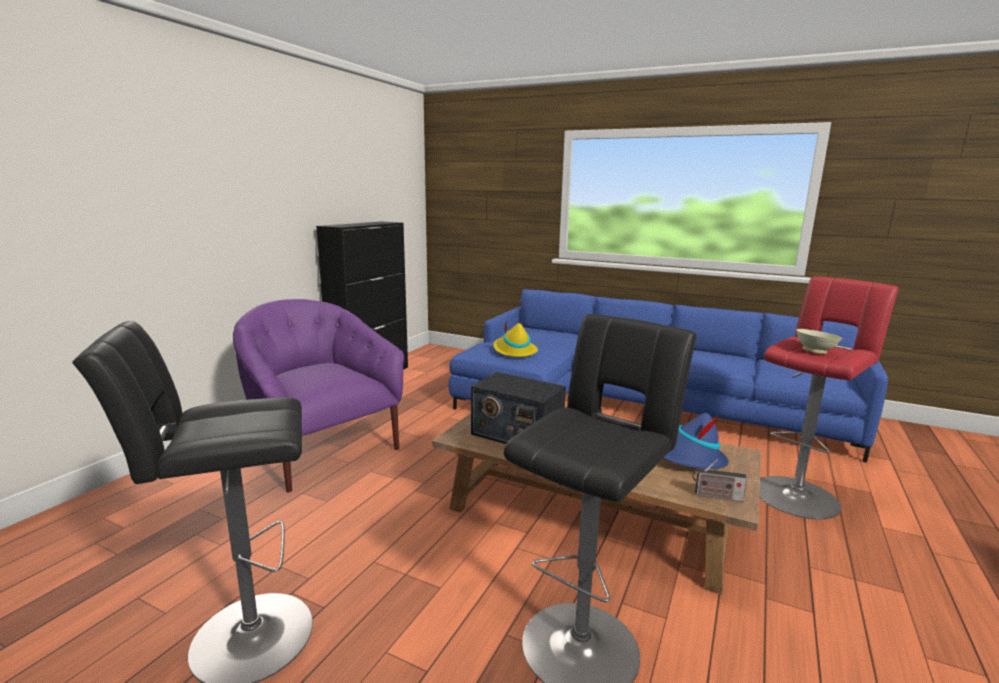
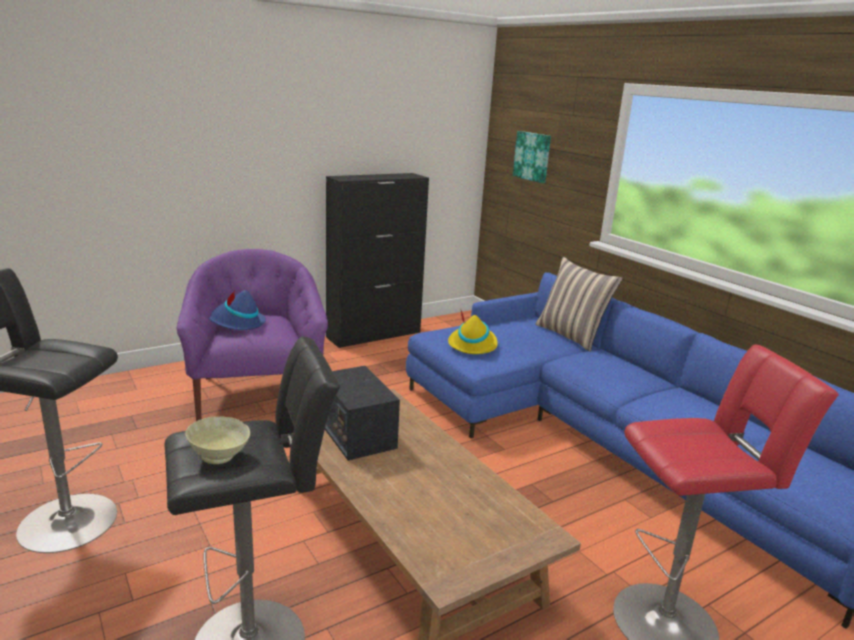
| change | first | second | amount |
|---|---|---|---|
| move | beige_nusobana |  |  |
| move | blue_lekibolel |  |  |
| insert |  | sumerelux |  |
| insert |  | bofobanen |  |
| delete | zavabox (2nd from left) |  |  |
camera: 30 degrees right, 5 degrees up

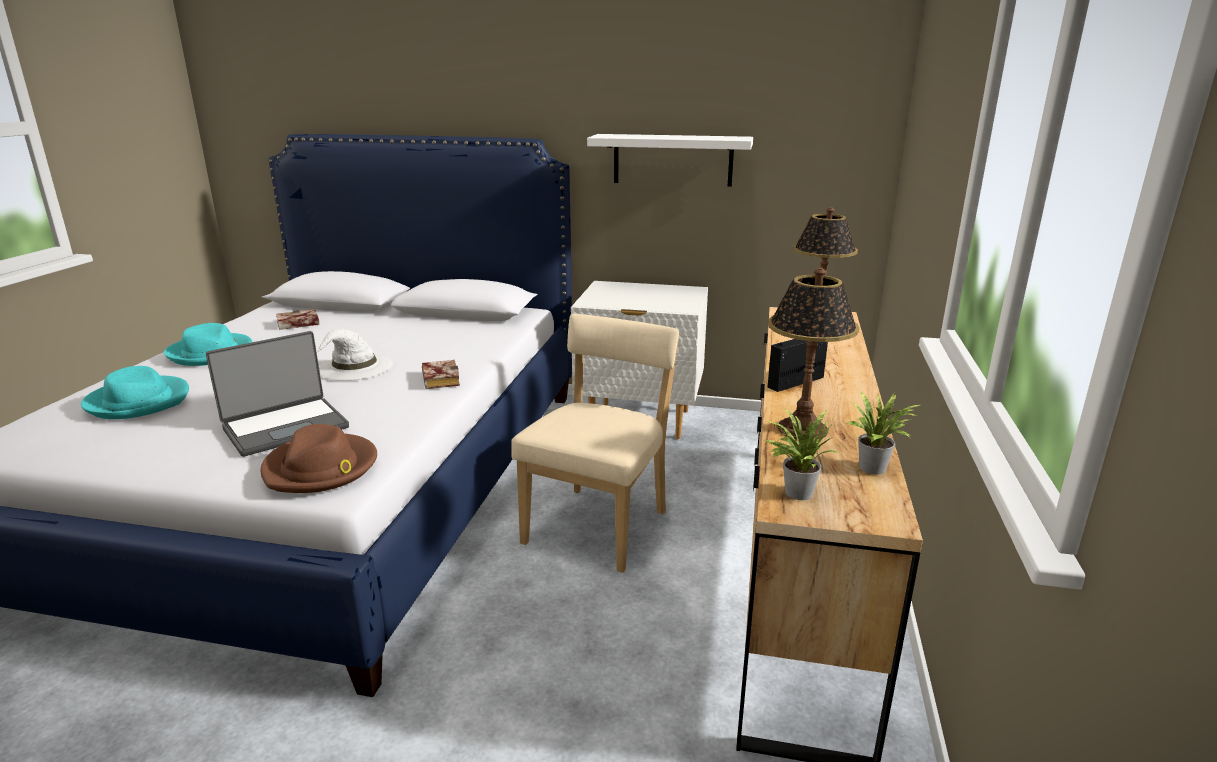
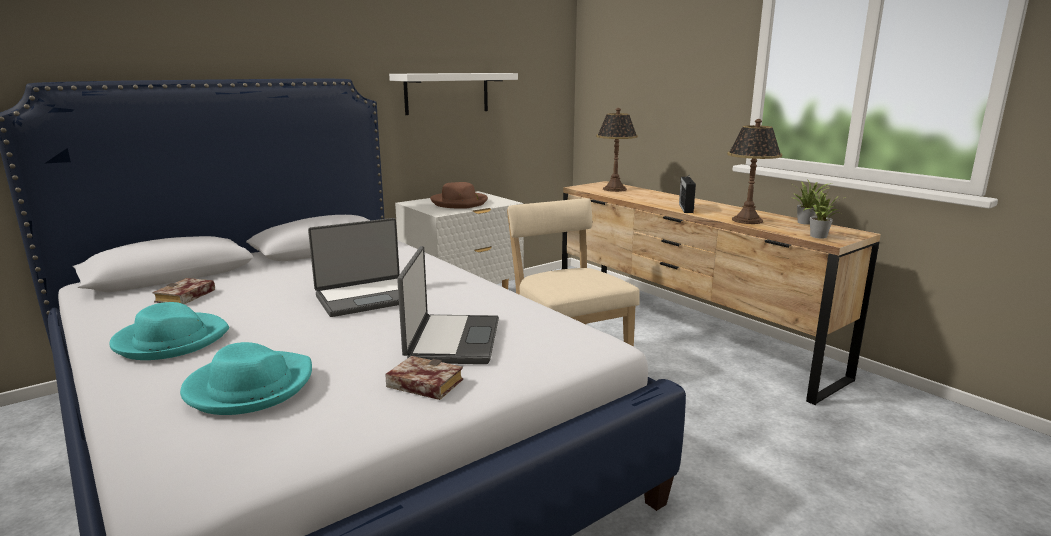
| change | first | second | amount |
|---|---|---|---|
| replace | white_lekibolel | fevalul (1st from left) |  |
| move | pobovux (2nd from left) |  |  |
| move | brown_lekibolel |  |  |
camera: 50 degrees left, 5 degrees down

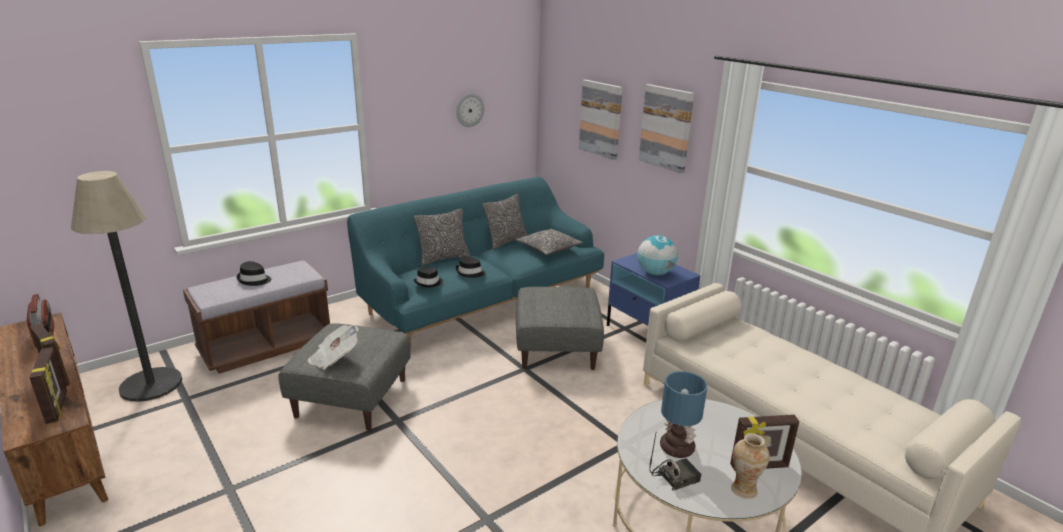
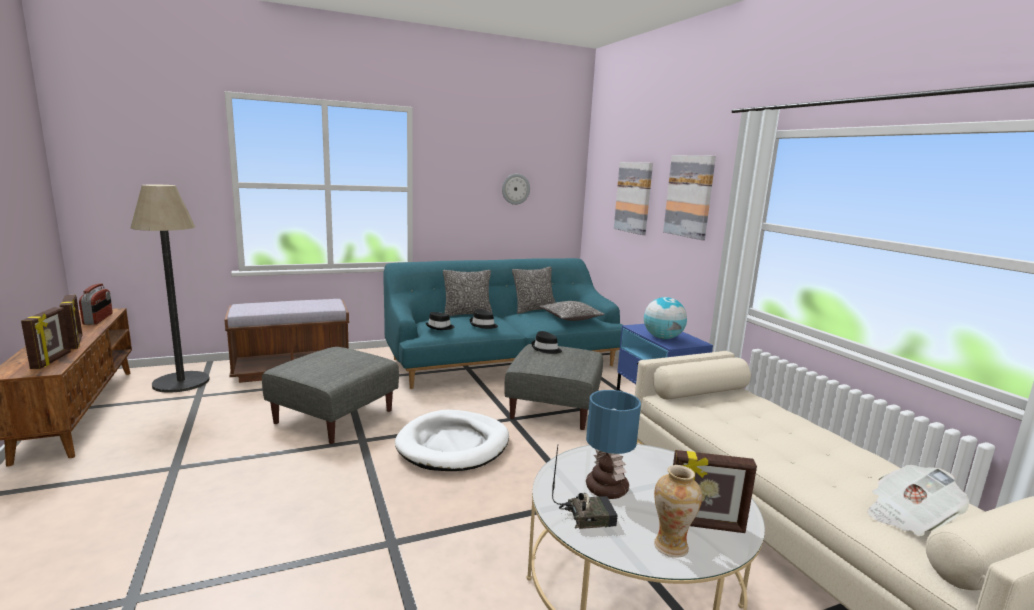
| change | first | second | amount |
|---|---|---|---|
| insert |  | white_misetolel |  |
| move | black_lekibolel (1st from left in the first image) | black_lekibolel (3rd from left) |  |
| move | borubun |  |  |
camera: 15 degrees right, 10 degrees down

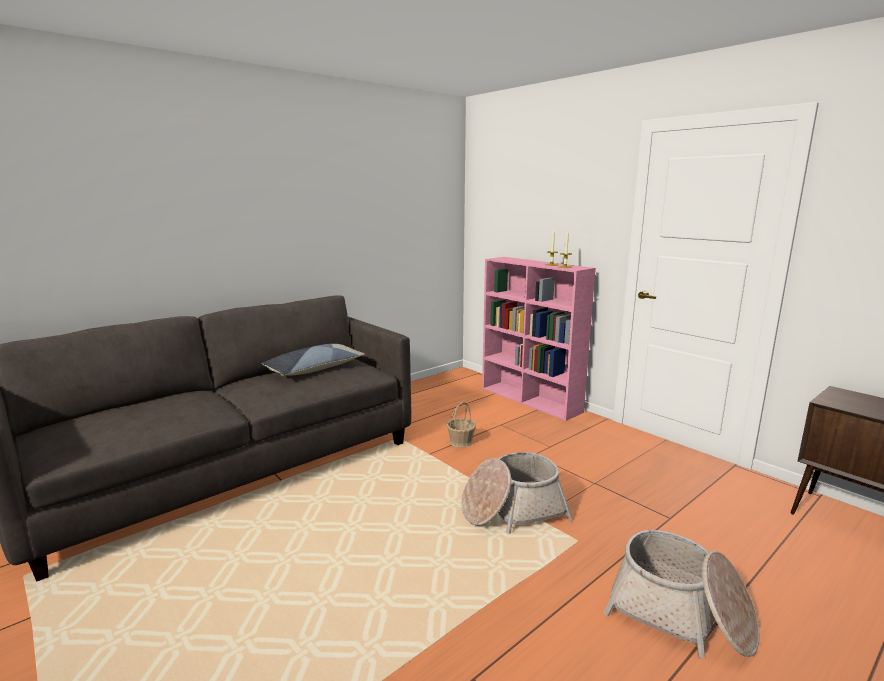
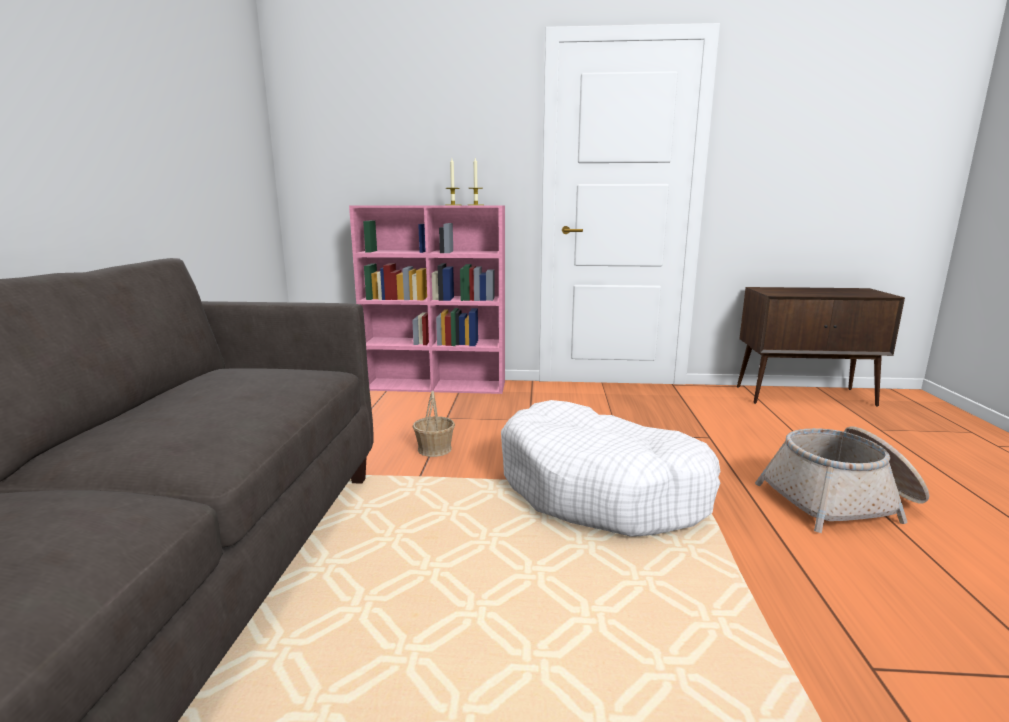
| change | first | second | amount |
|---|---|---|---|
| replace | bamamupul (2nd from left) | white_misetolel |  |
| delete | bofobanen |  |  |
camera: 45 degrees left, 0 degrees up

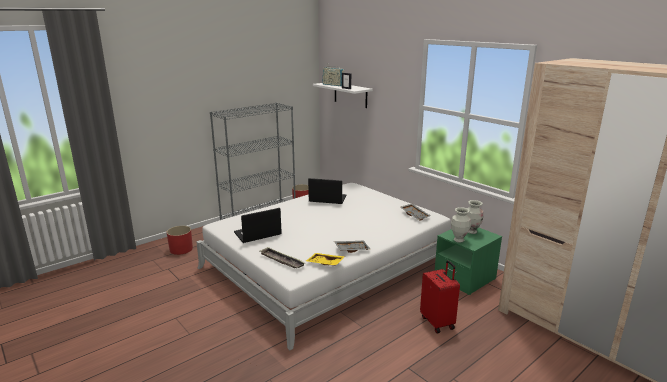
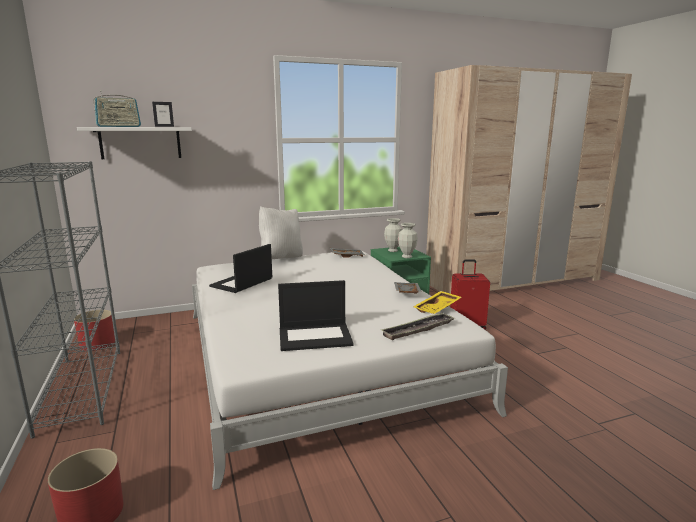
| change | first | second | amount |
|---|---|---|---|
| insert |  | white_bofobanen |  |
| rotate | fevalul (1st from left in the first image) | fevalul (2nd from left) | 90 degrees counterclockwise |
camera: 70 degrees left, 5 degrees down

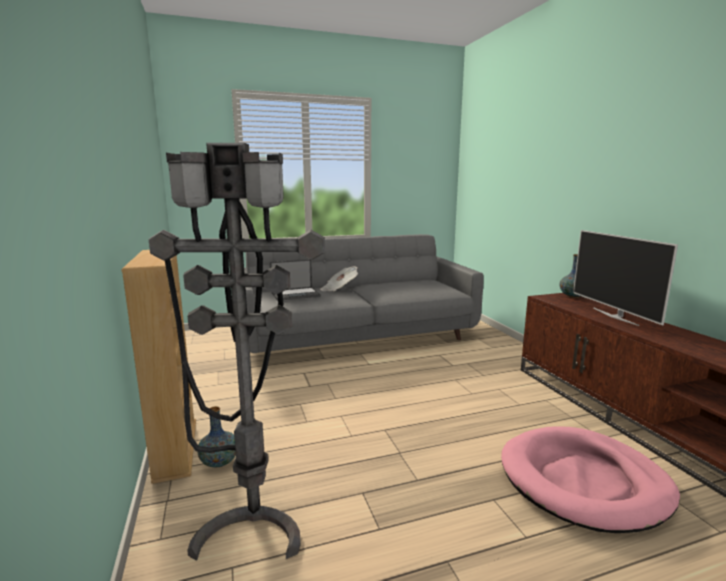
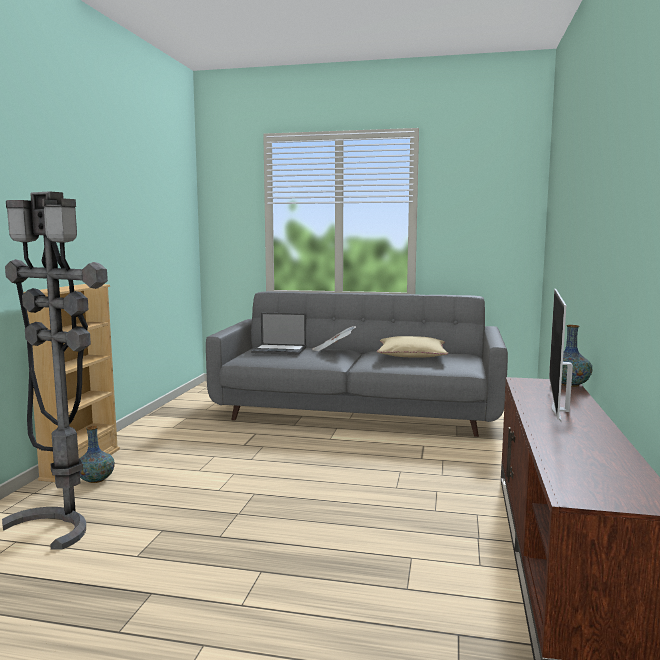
| change | first | second | amount |
|---|---|---|---|
| insert |  | beige_bofobanen |  |
| delete | pink_misetolel |  |  |
camera: 30 degrees right, 5 degrees down

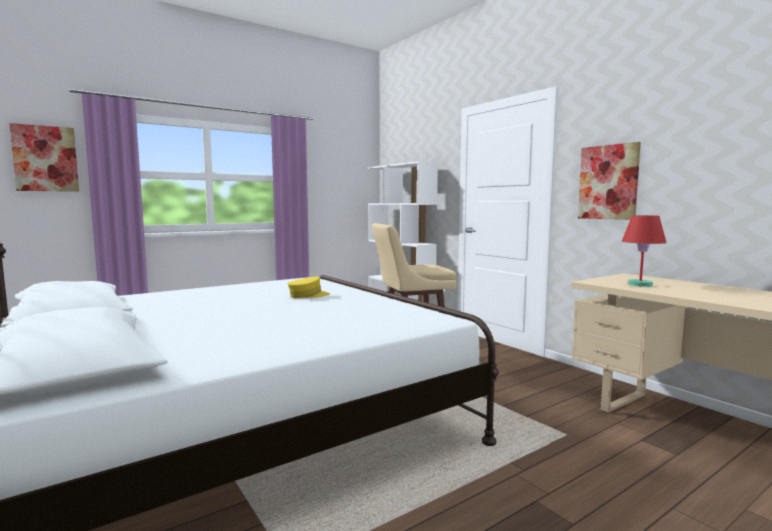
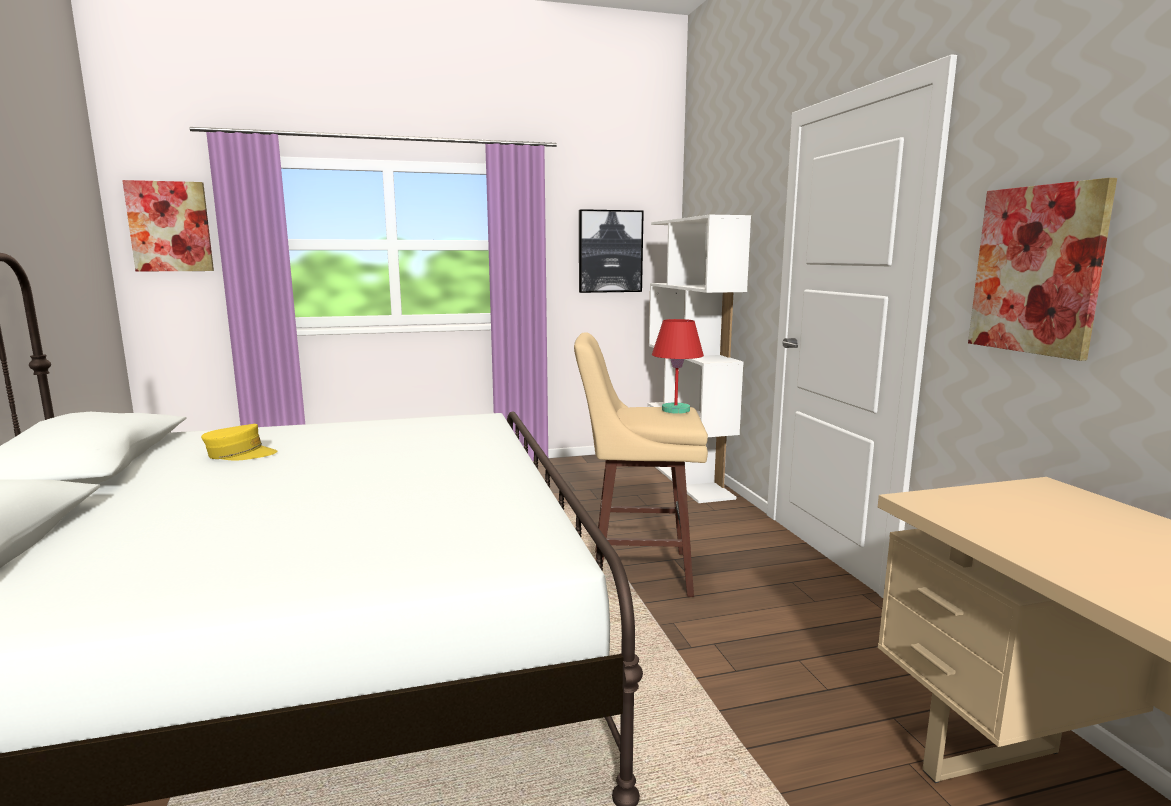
| change | first | second | amount |
|---|---|---|---|
| move | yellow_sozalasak |  |  |
| insert |  | sumerelux (2nd from left) |  |
| move | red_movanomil |  |  |
camera: 20 degrees right, 5 degrees up

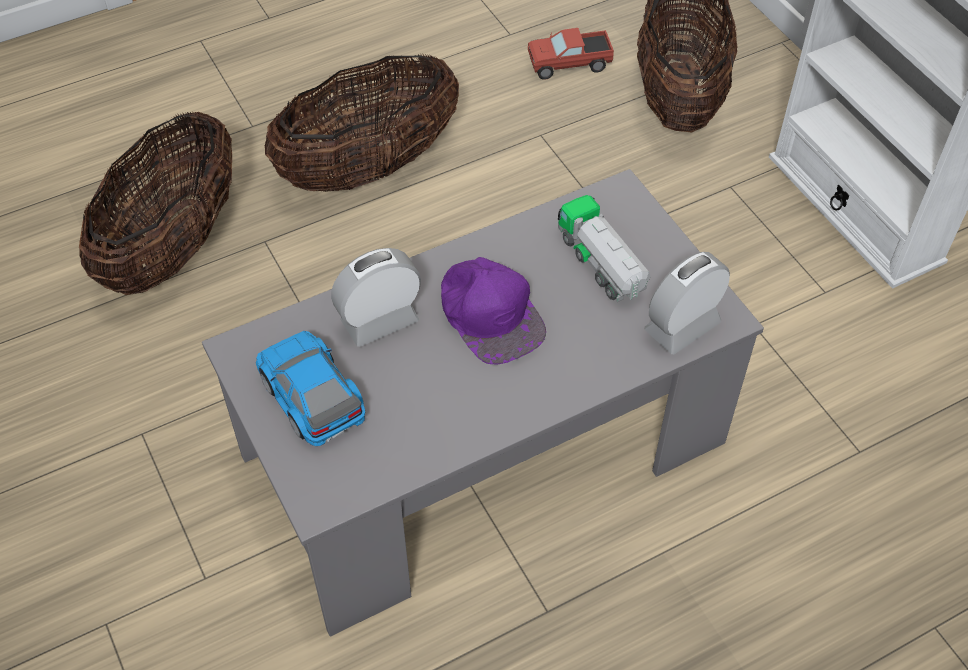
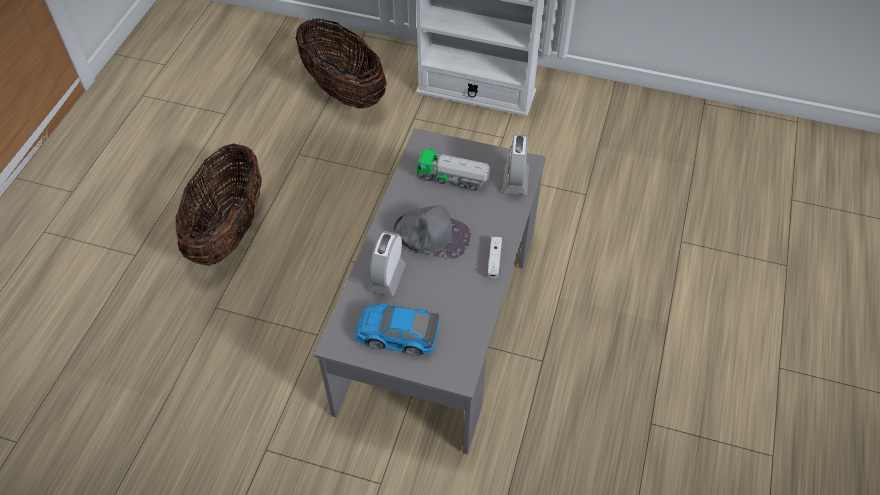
| change | first | second | amount |
|---|---|---|---|
| recolor | purple_sozalasak | grey_sozalasak |  |
| insert |  | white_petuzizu |  |
| delete | bamamupul (1st from left) |  |  |
| delete | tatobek (1st from left) |  |  |
camera: 45 degrees left, 0 degrees up

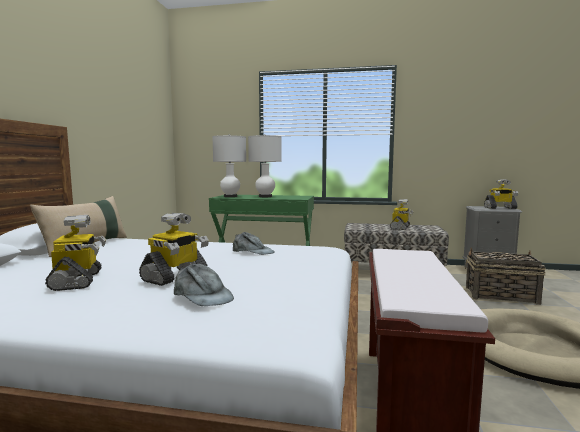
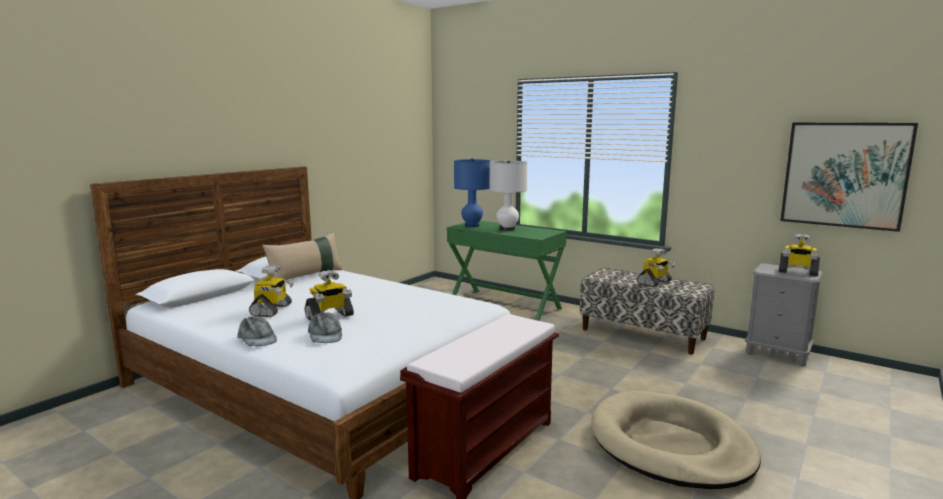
| change | first | second | amount |
|---|---|---|---|
| move | grey_sozalasak (2nd from left in the first image) | grey_sozalasak (1st from left) |  |
| recolor | white_movanomil (1st from left) | blue_movanomil |  |
| insert |  | sumerelux |  |
| delete | bamamupul |  |  |
camera: 25 degrees right, 5 degrees up

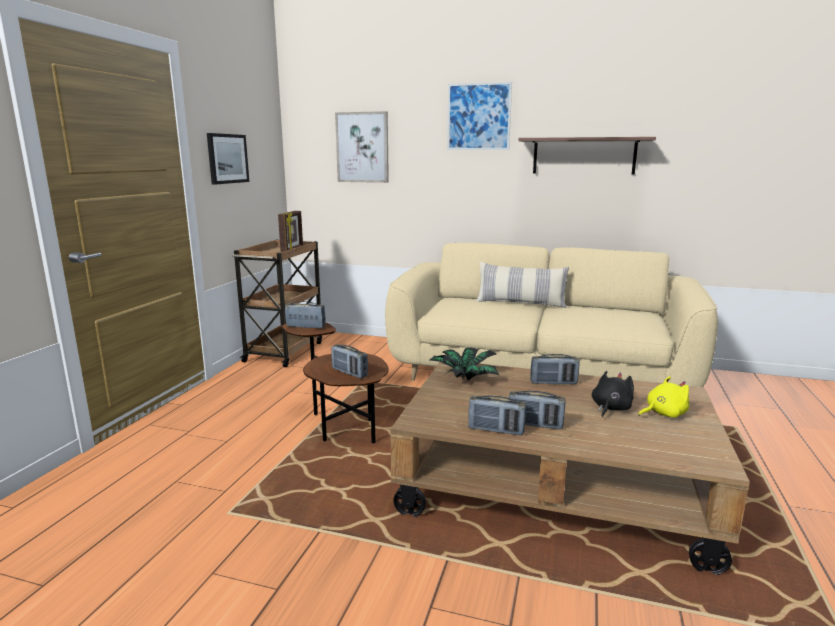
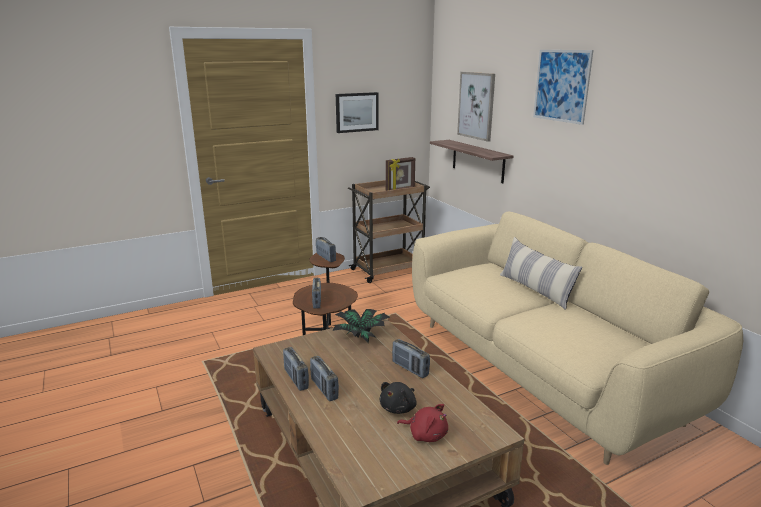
| change | first | second | amount |
|---|---|---|---|
| rotate | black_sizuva |  | 135 degrees clockwise |
| recolor | yellow_sizuva | red_sizuva |  |
| move | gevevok |  |  |
camera: 45 degrees right, 5 degrees up

